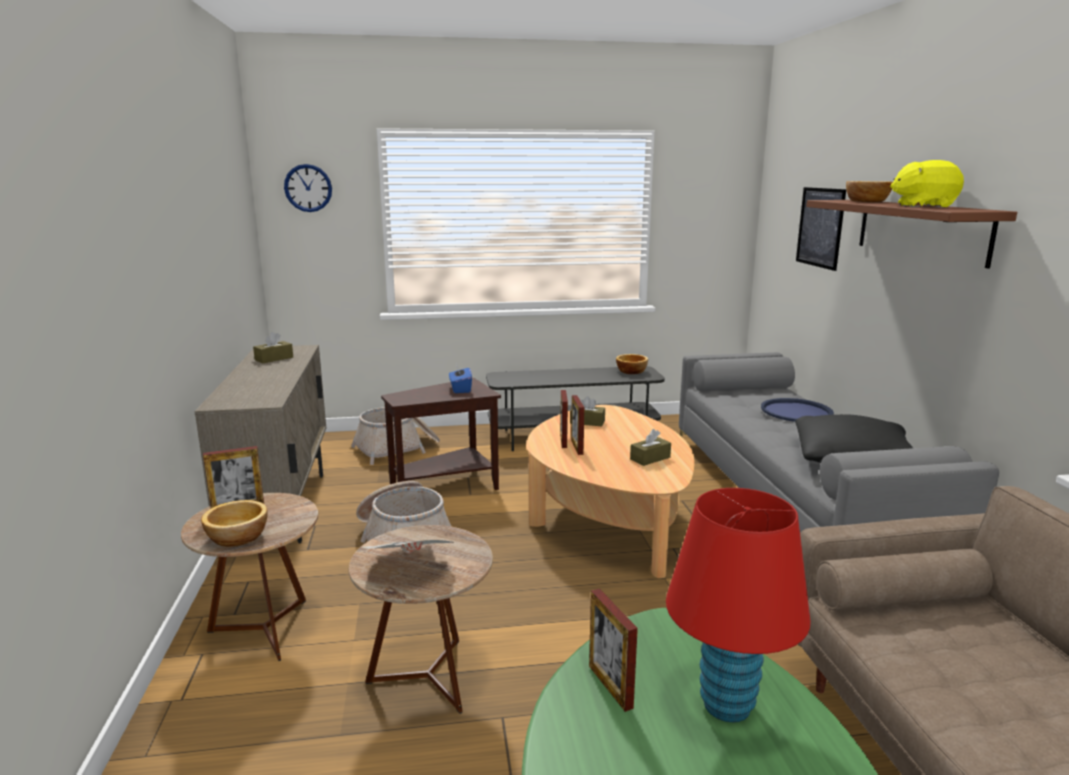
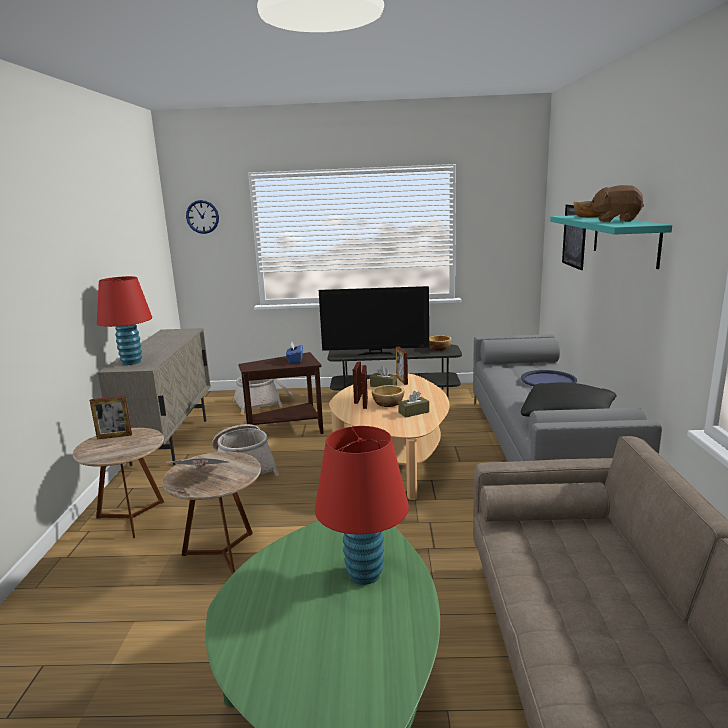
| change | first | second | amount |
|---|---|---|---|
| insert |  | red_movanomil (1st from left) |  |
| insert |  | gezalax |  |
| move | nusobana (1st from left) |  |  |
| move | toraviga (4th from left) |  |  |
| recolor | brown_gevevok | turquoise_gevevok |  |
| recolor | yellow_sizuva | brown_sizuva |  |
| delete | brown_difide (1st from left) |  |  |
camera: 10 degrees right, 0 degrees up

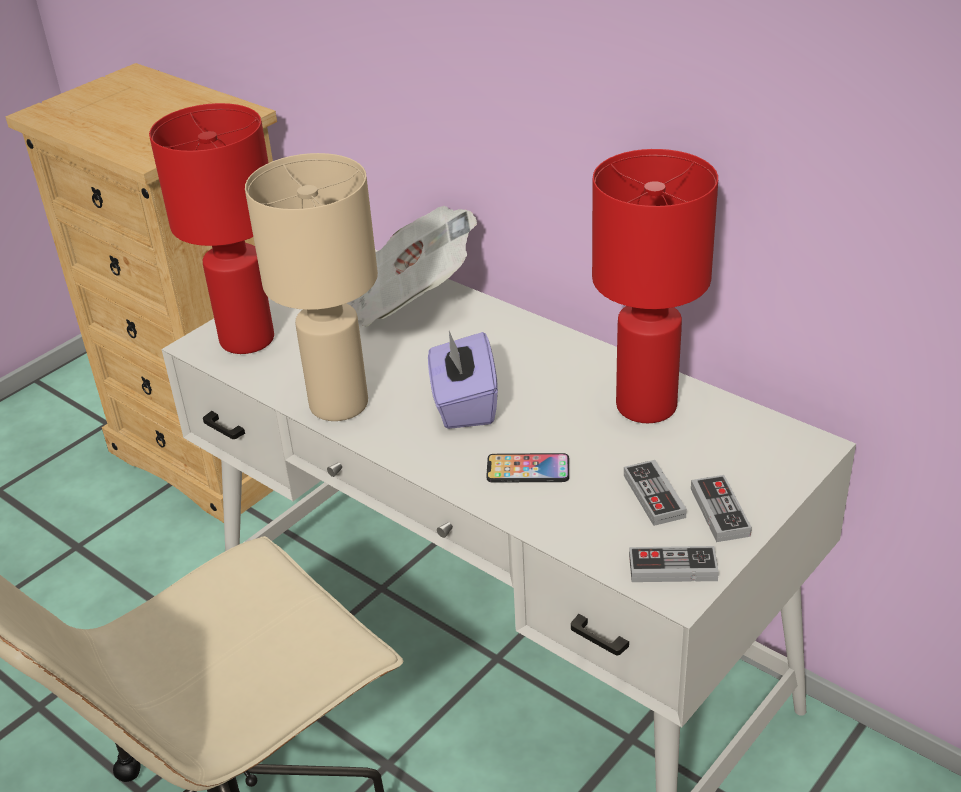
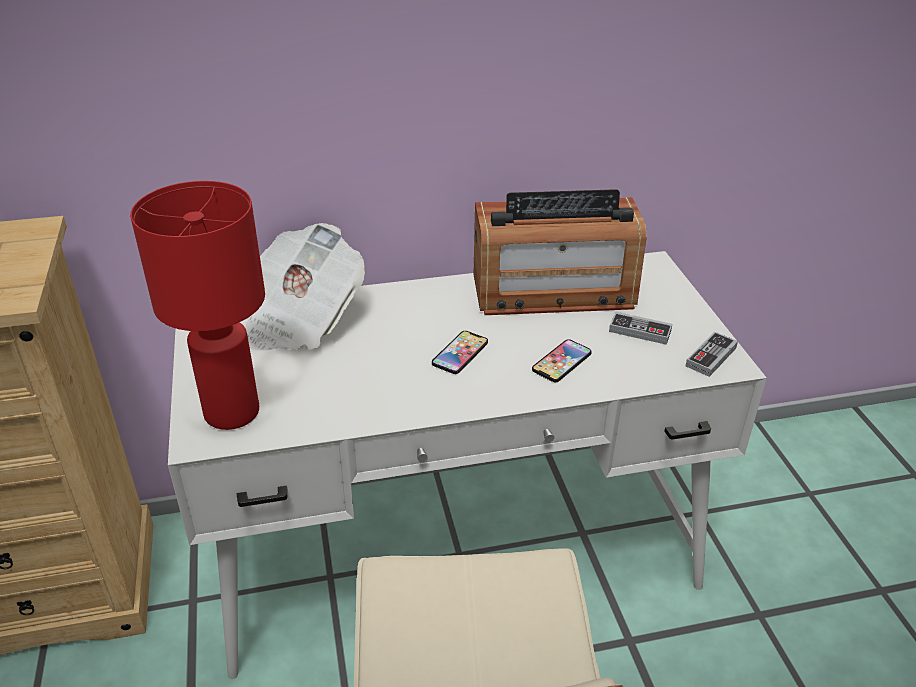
| change | first | second | amount |
|---|---|---|---|
| replace | purple_difide | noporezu (1st from left) |  |
| replace | red_movanomil (2nd from left) | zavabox |  |
| delete | beige_movanomil |  |  |
| delete | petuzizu (3rd from left) |  |  |
camera: 55 degrees left, 0 degrees up

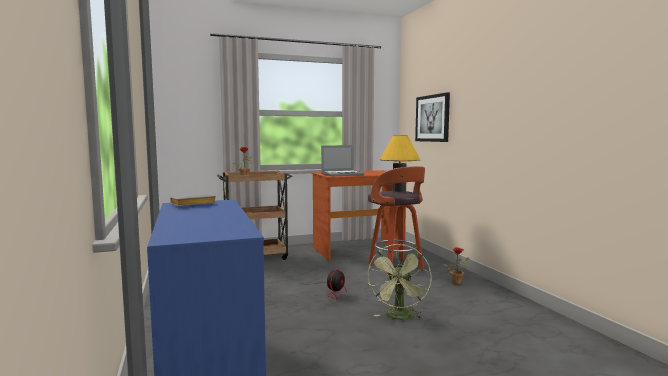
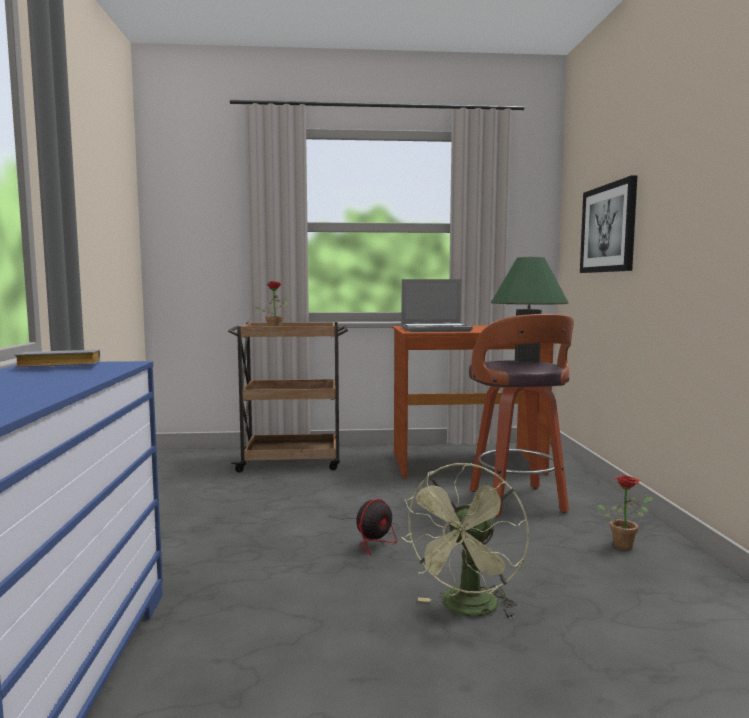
| change | first | second | amount |
|---|---|---|---|
| recolor | yellow_movanomil | green_movanomil |  |
camera: 15 degrees right, 0 degrees up

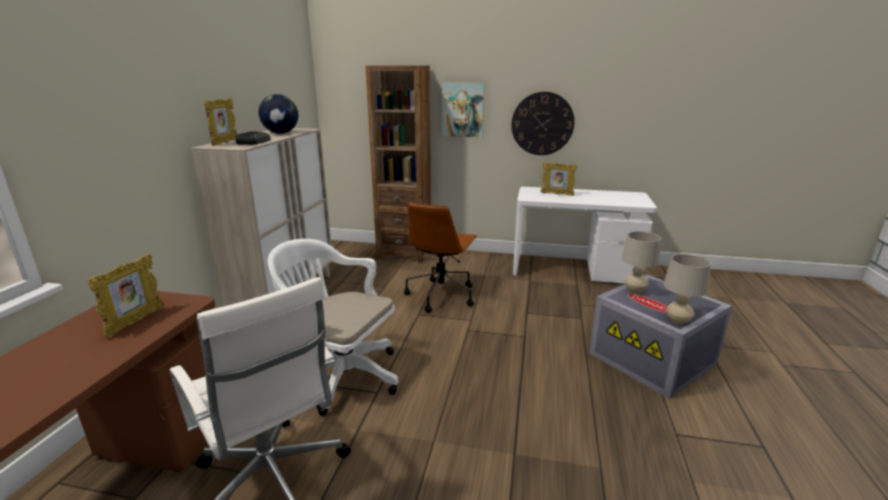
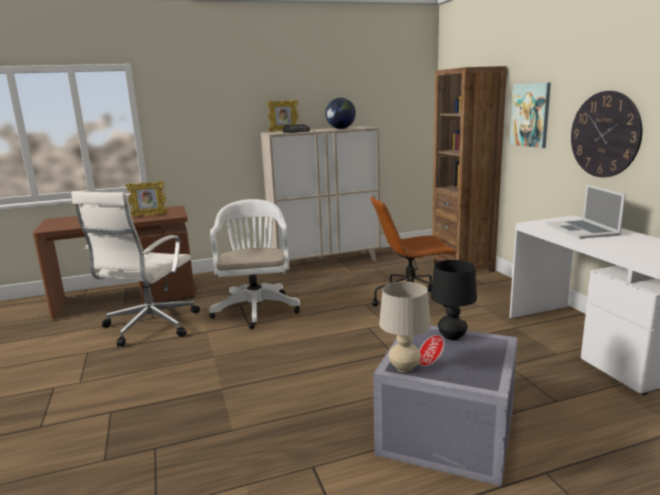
| change | first | second | amount |
|---|---|---|---|
| recolor | beige_movanomil (1st from left) | black_movanomil |  |
| replace | toraviga (3rd from left) | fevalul |  |
camera: 60 degrees right, 5 degrees down

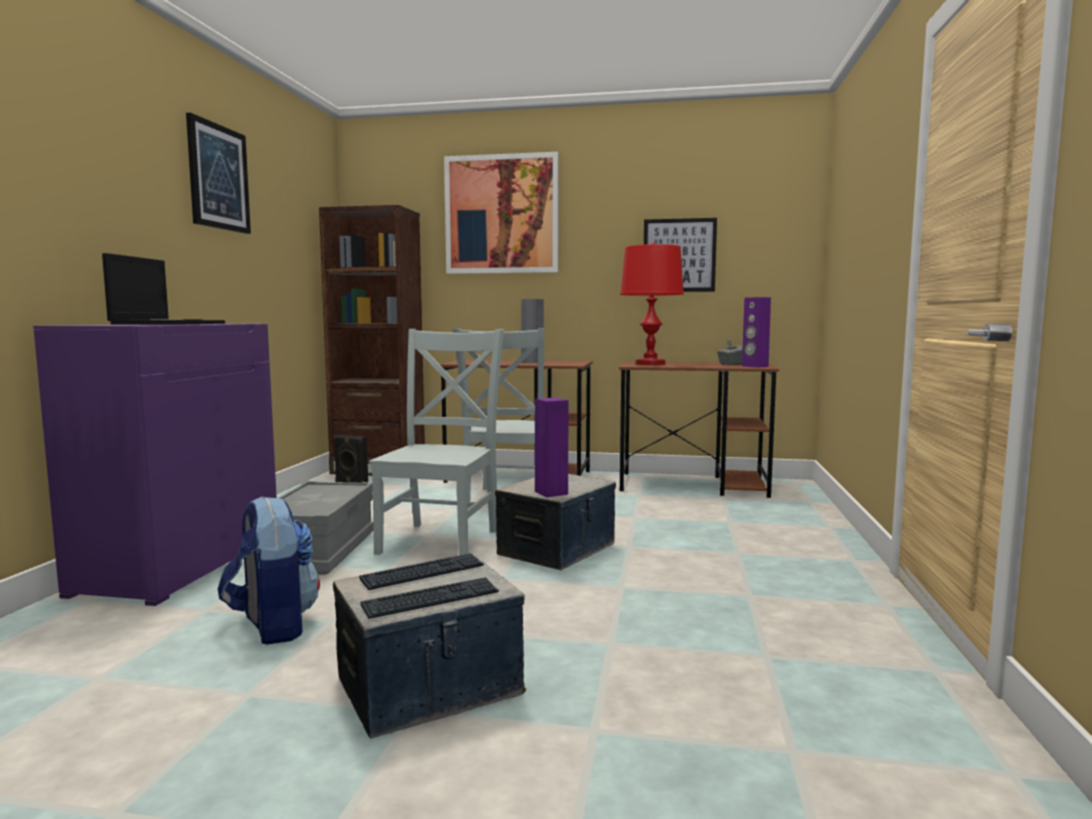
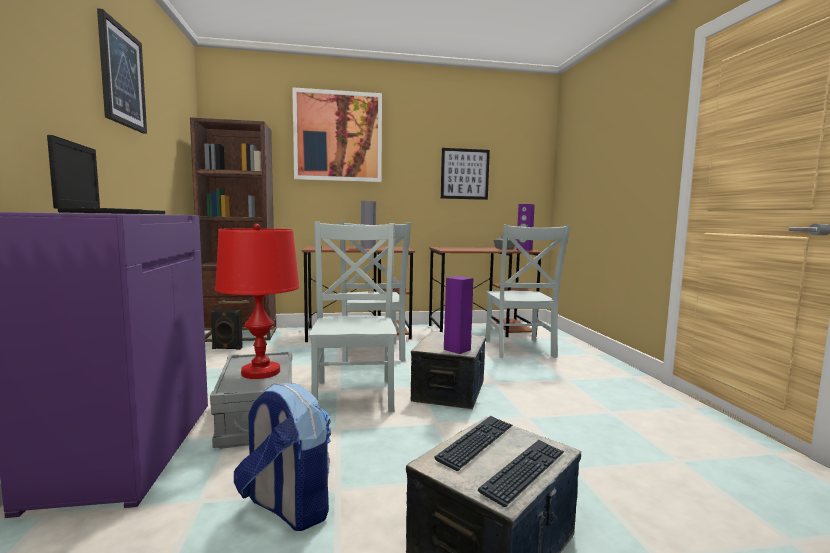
| change | first | second | amount |
|---|---|---|---|
| move | red_movanomil |  |  |
| insert |  | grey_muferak (3rd from left) |  |
camera: 20 degrees left, 0 degrees up

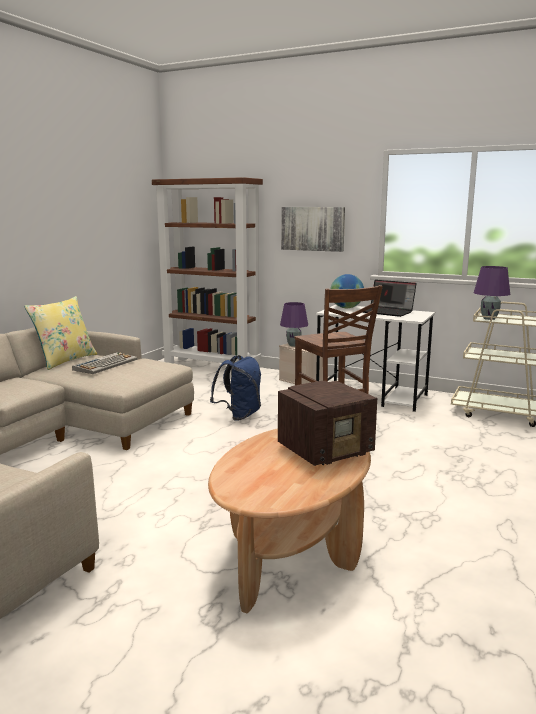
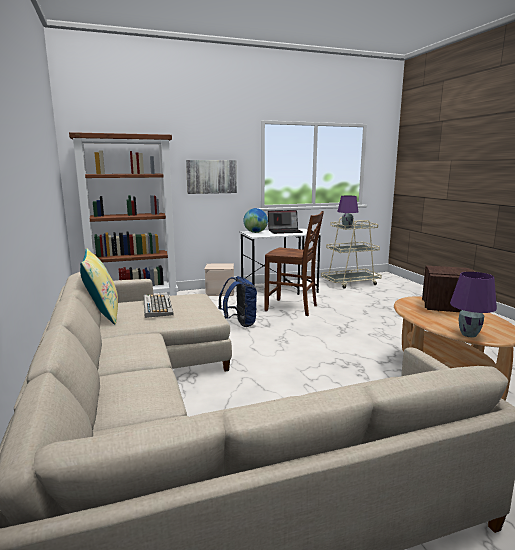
| change | first | second | amount |
|---|---|---|---|
| move | purple_movanomil (1st from left in the first image) | purple_movanomil (2nd from left) |  |
camera: 45 degrees left, 0 degrees up

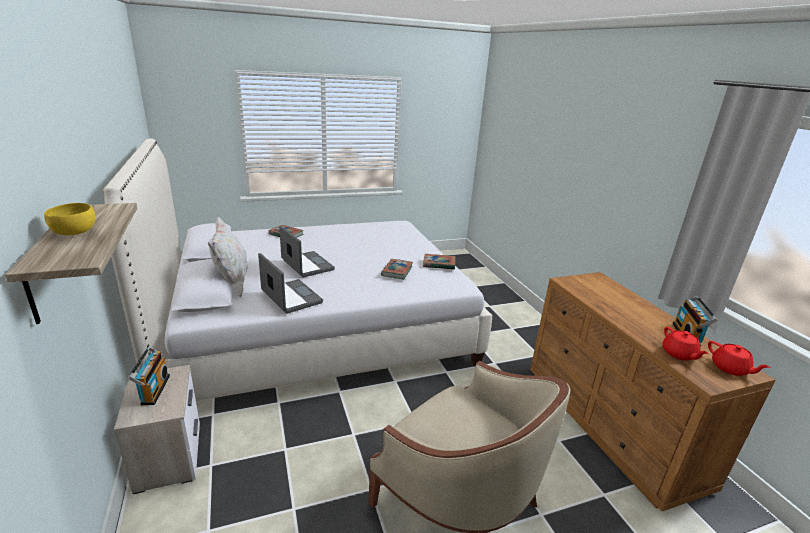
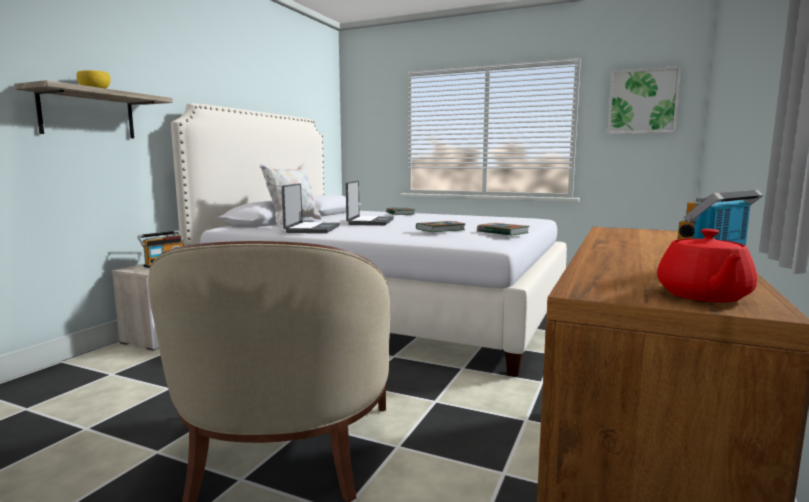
| change | first | second | amount |
|---|---|---|---|
| insert |  | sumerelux |  |
| delete | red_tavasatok (1st from left) |  |  |
camera: 45 degrees right, 15 degrees down

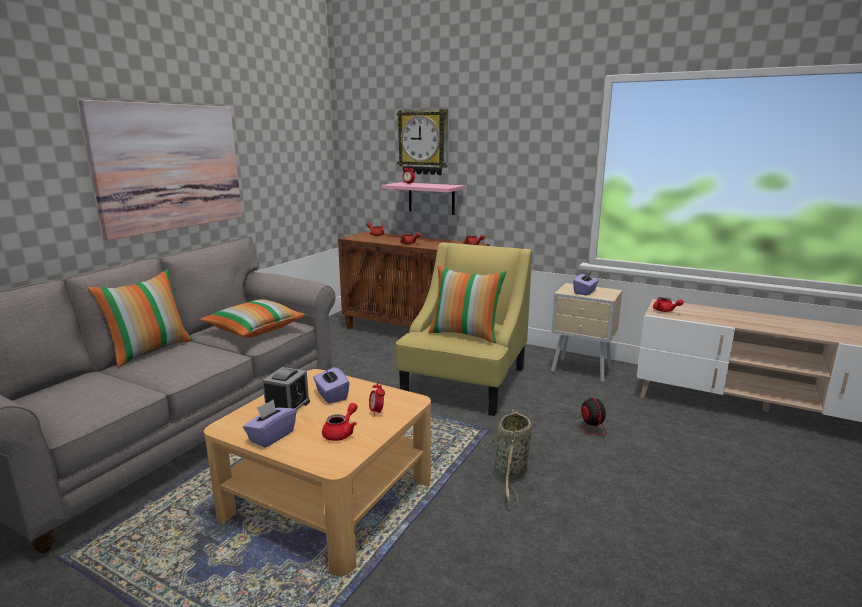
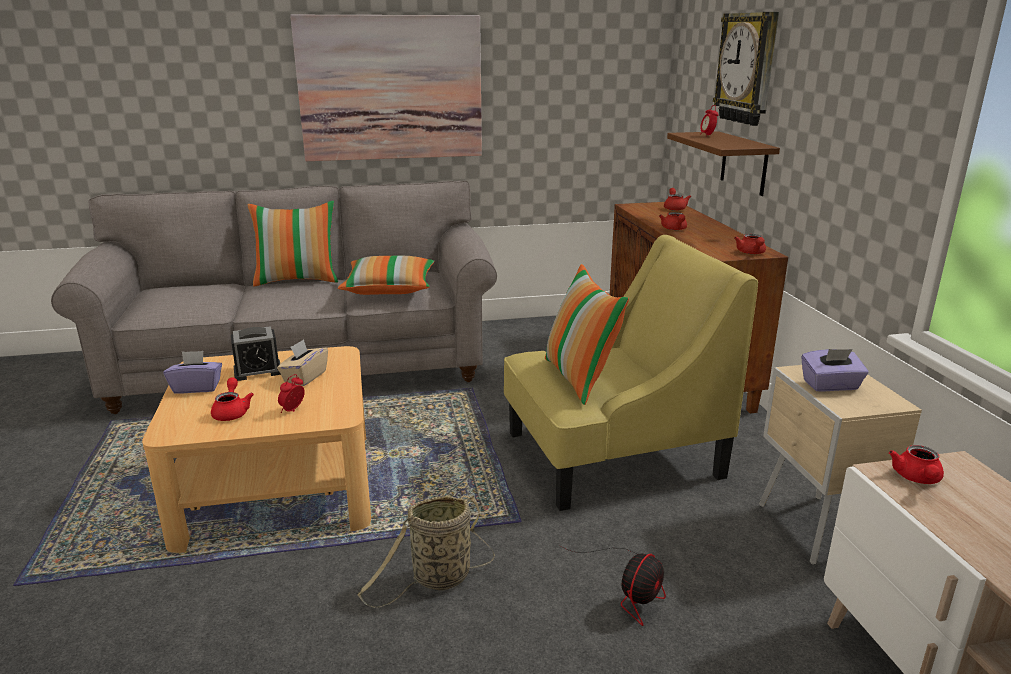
| change | first | second | amount |
|---|---|---|---|
| rotate | red_tavasatok (1st from left) |  | 90 degrees counterclockwise |
| recolor | purple_difide (2nd from left) | beige_difide |  |
| recolor | pink_gevevok | brown_gevevok |  |
camera: 50 degrees right, 5 degrees up

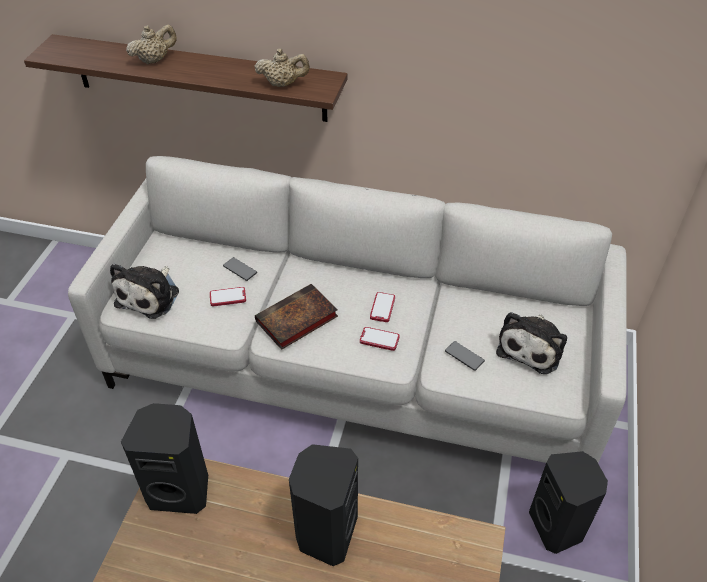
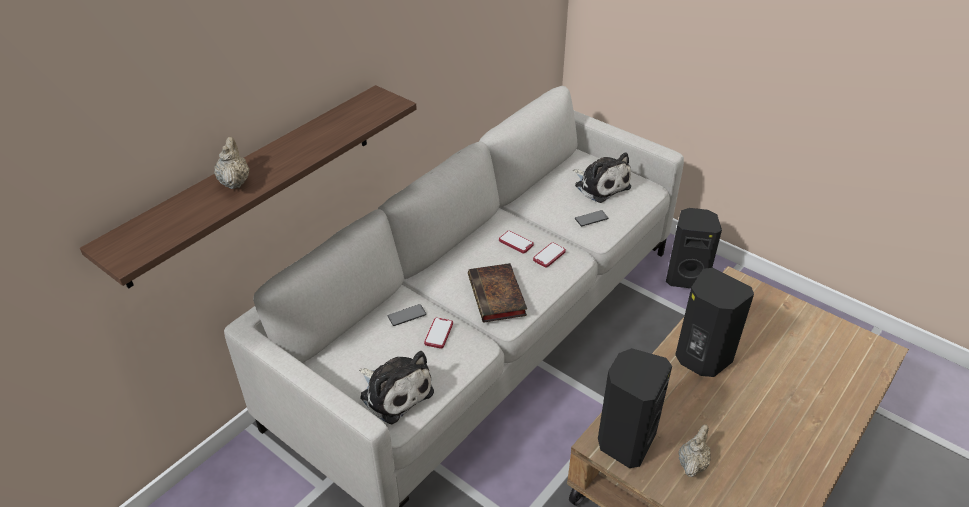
| change | first | second | amount |
|---|---|---|---|
| move | beige_tavasatok (2nd from left) |  |  |
camera: 65 degrees left, 5 degrees down

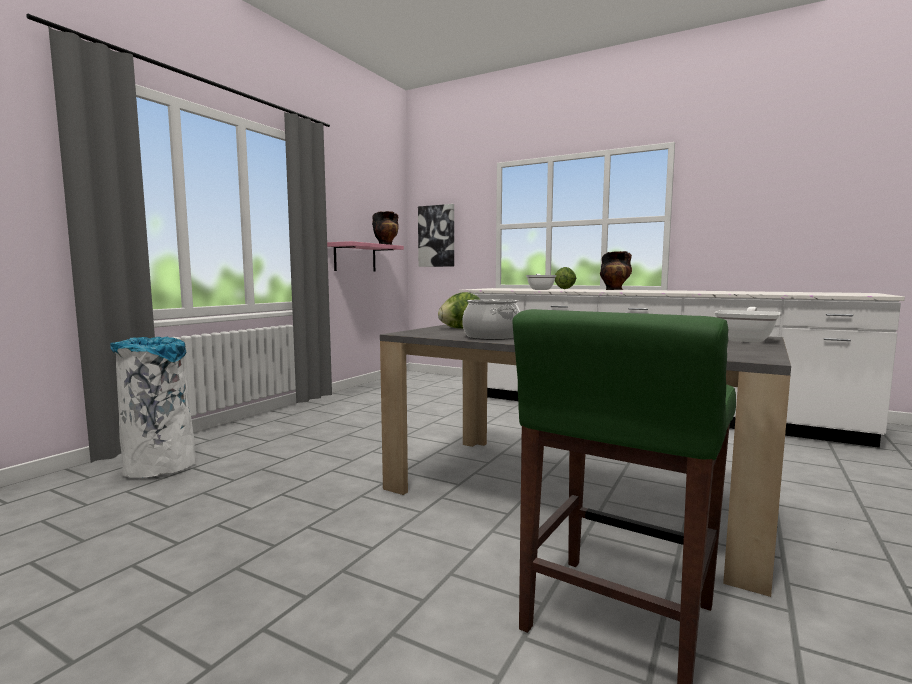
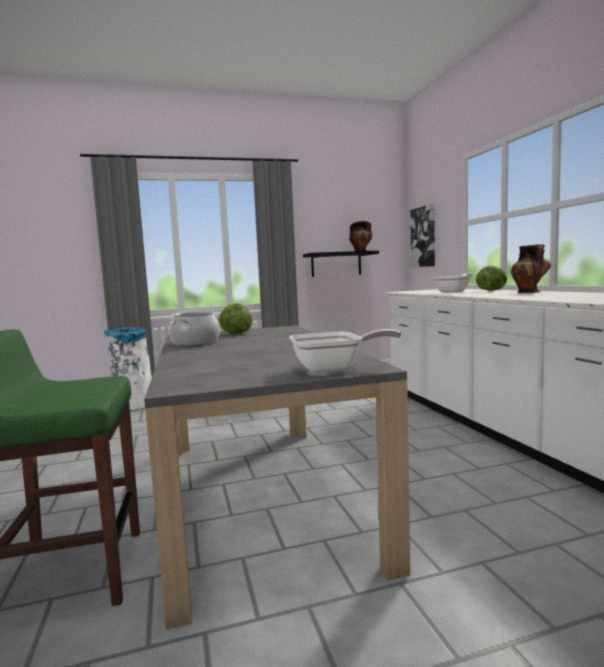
| change | first | second | amount |
|---|---|---|---|
| recolor | pink_gevevok | black_gevevok |  |
camera: 45 degrees right, 0 degrees up

